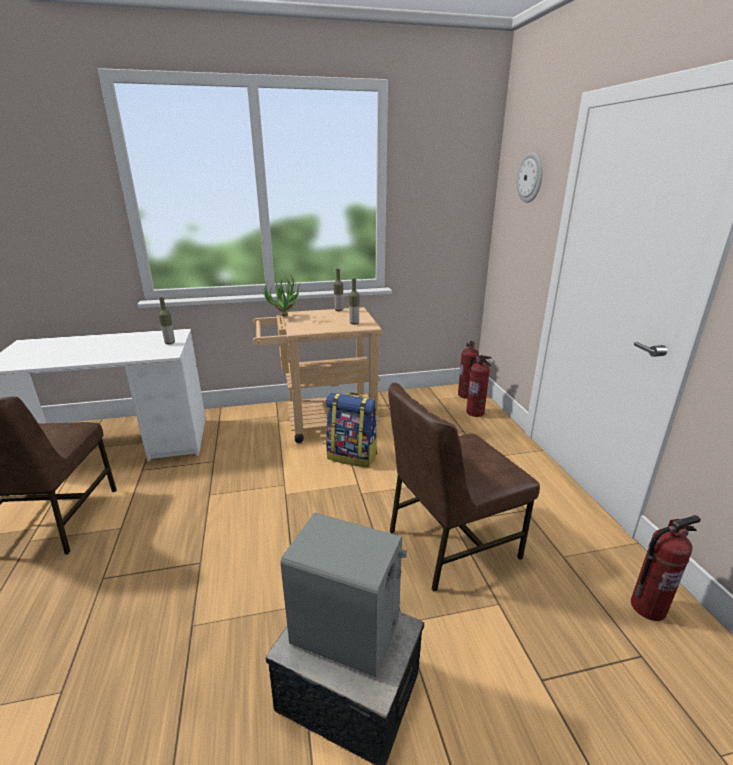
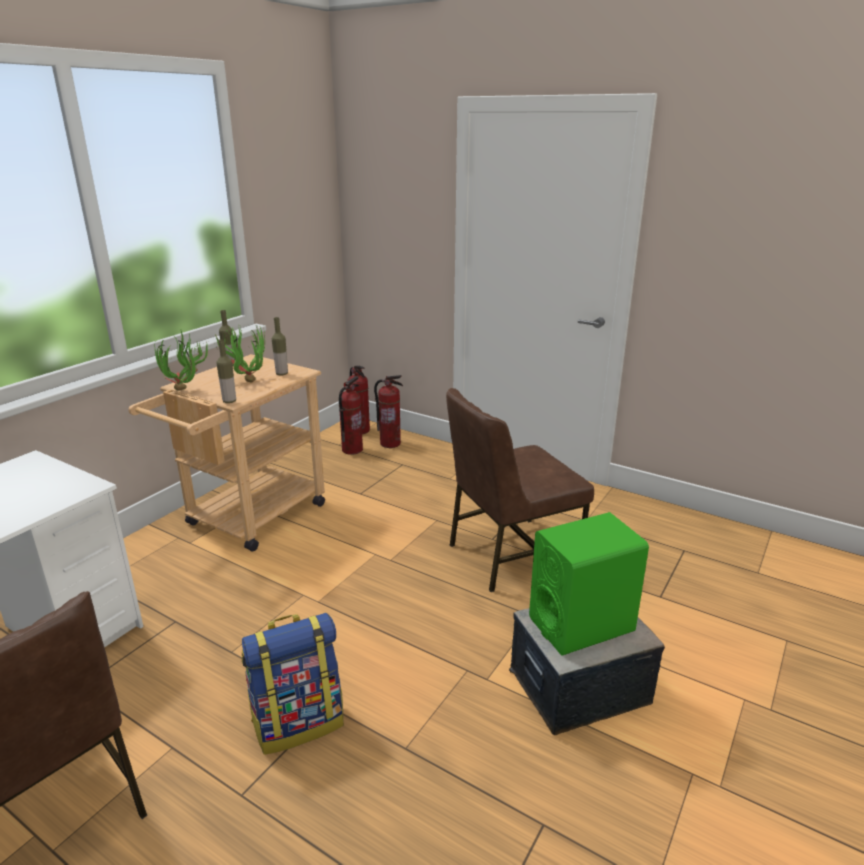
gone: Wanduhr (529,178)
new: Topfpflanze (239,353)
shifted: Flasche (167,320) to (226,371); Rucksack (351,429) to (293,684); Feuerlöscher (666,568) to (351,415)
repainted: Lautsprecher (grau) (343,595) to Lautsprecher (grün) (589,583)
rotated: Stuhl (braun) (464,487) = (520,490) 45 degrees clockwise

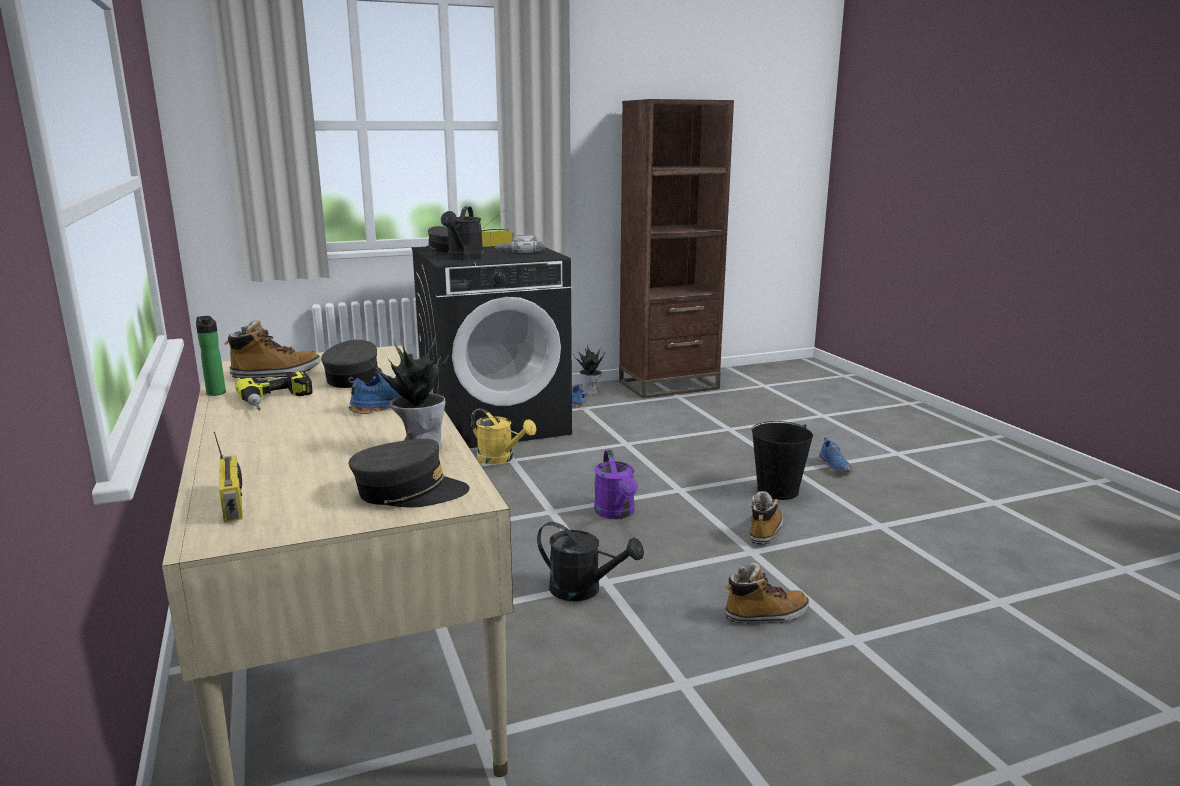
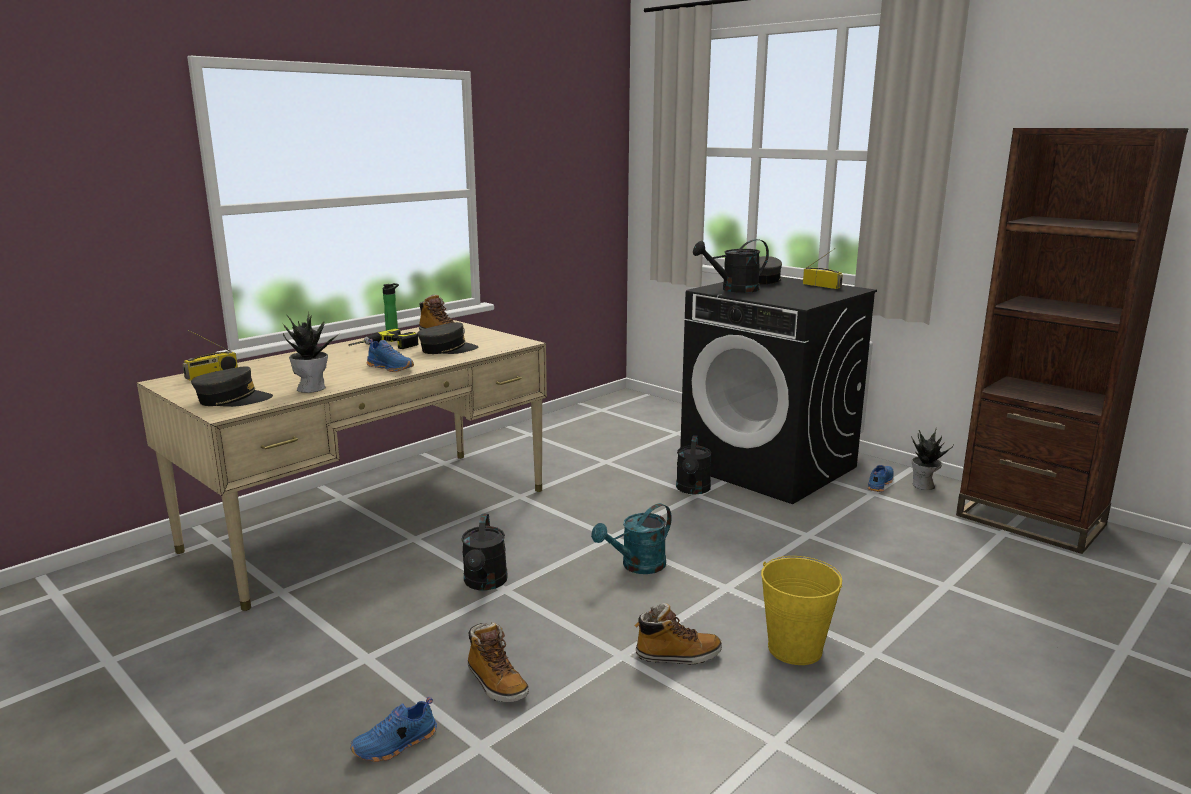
gone: Bohrmaschine (520,244)
shifted: Schuh (blau) (835,455) to (393,729)
repainted: Gießkanne (gelb) (504,436) to Gießkanne (schwarz) (693,464); Eimer (schwarz) (782,460) to Eimer (gelb) (801,610); Gießkanne (lila) (616,484) to Gießkanne (türkis) (631,538)
rotated: Kappe (grau) (409,473) = (232,386) 75 degrees counterclockwise

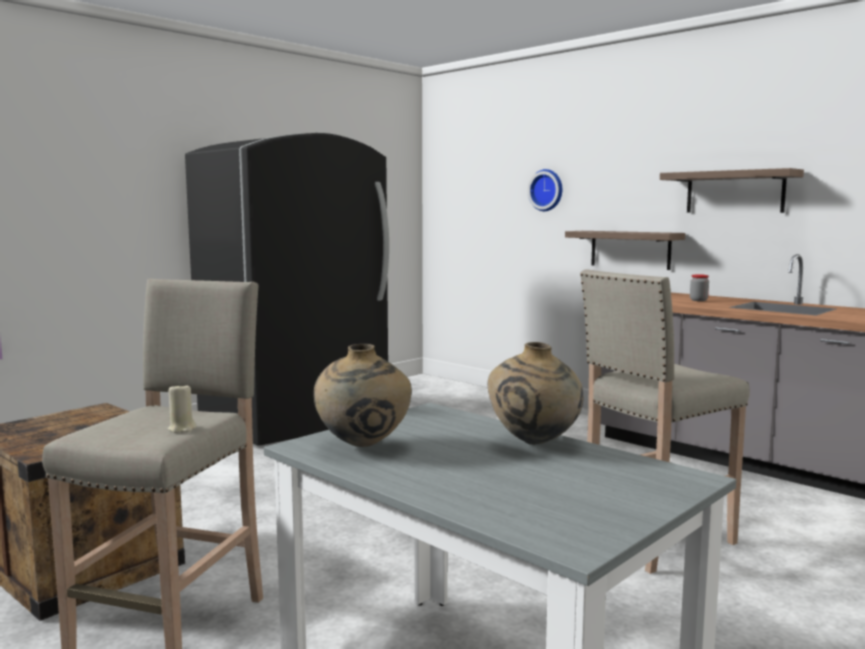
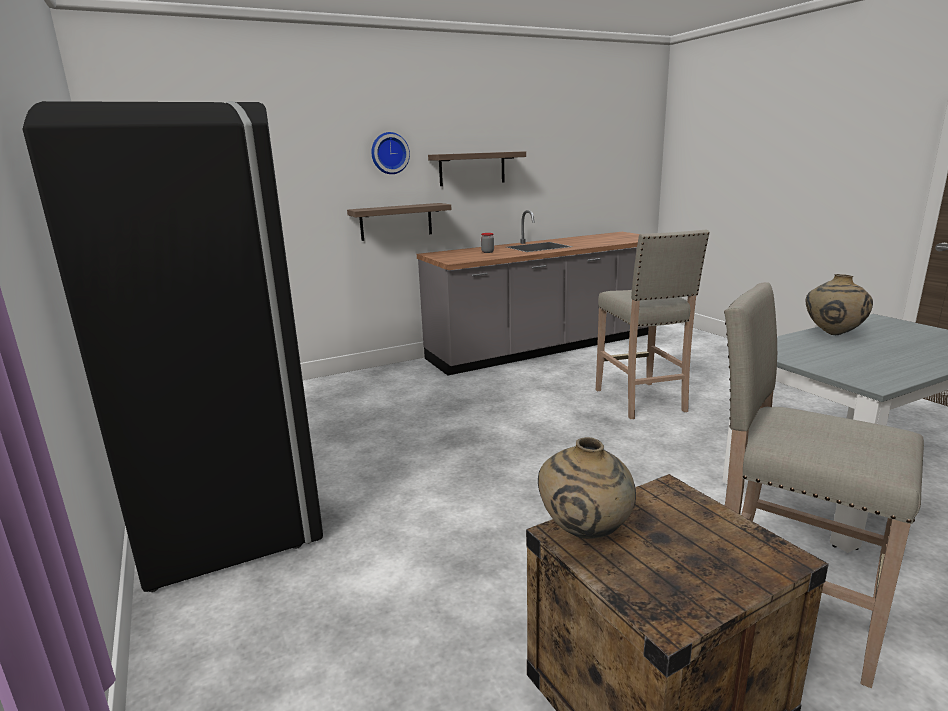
gone: Kerze (beige) (182,408)
shifted: Wanduhr (544,190) to (390,153); Vase (beige) (363,395) to (587,488)

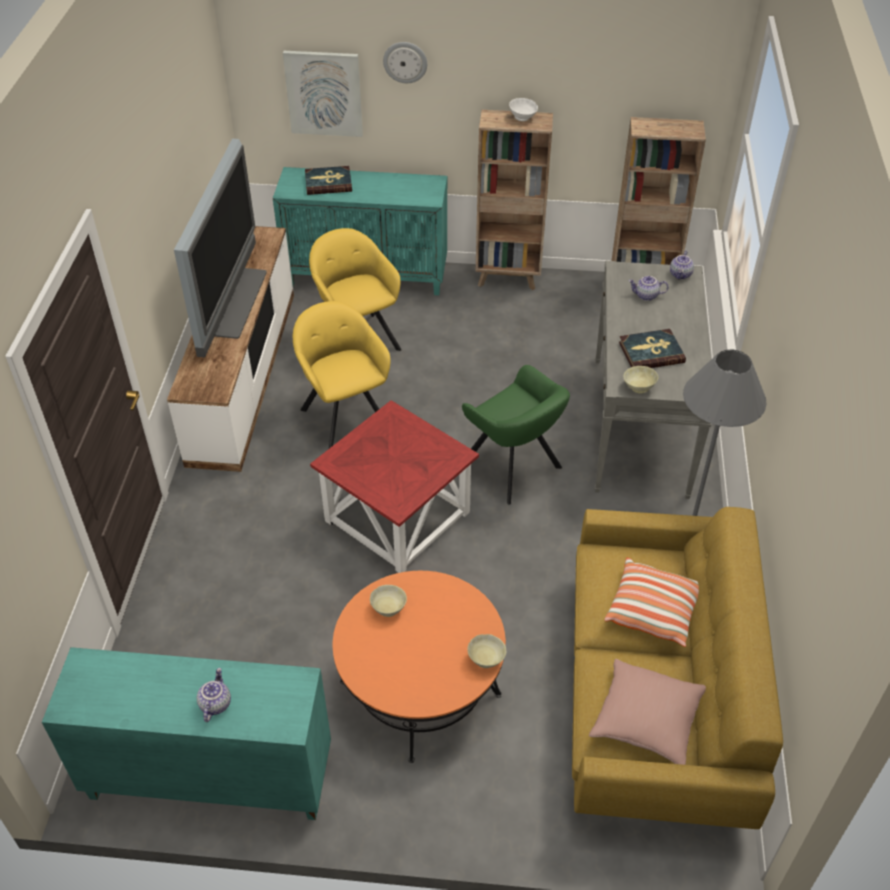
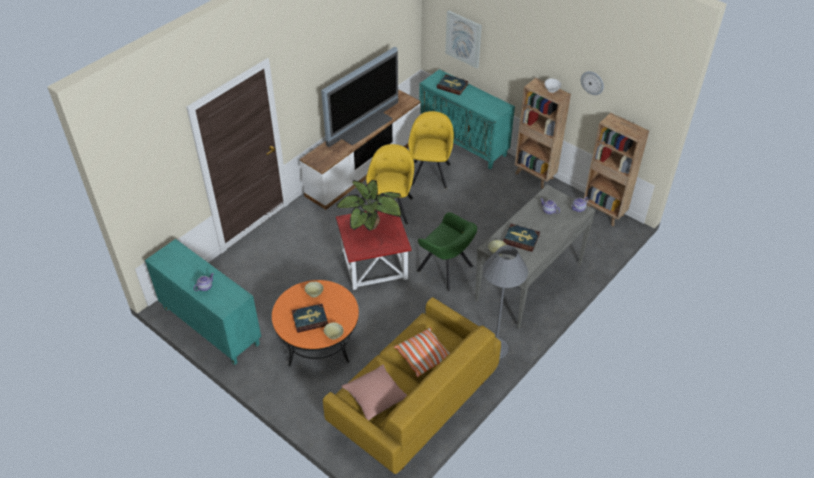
new: Topfpflanze (369,204); Buch (310,318)
shifted: Wanduhr (405,62) to (592,83)
rotated: Sessel (grün) (516,435) = (447,251) 45 degrees counterclockwise

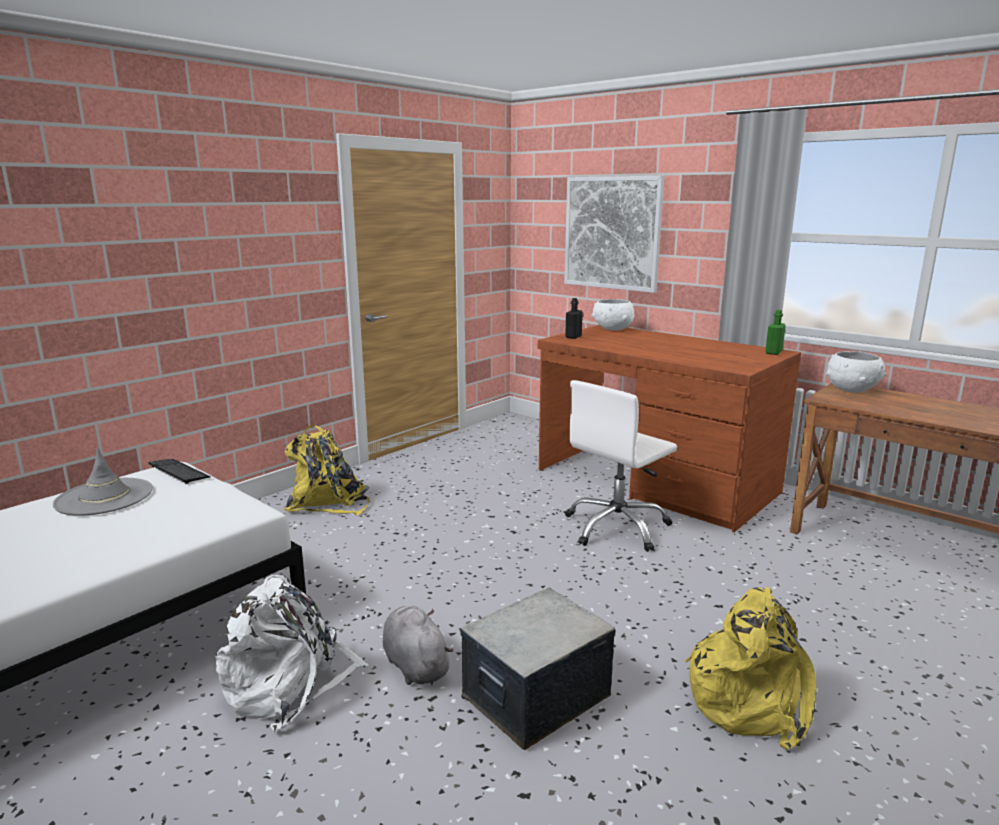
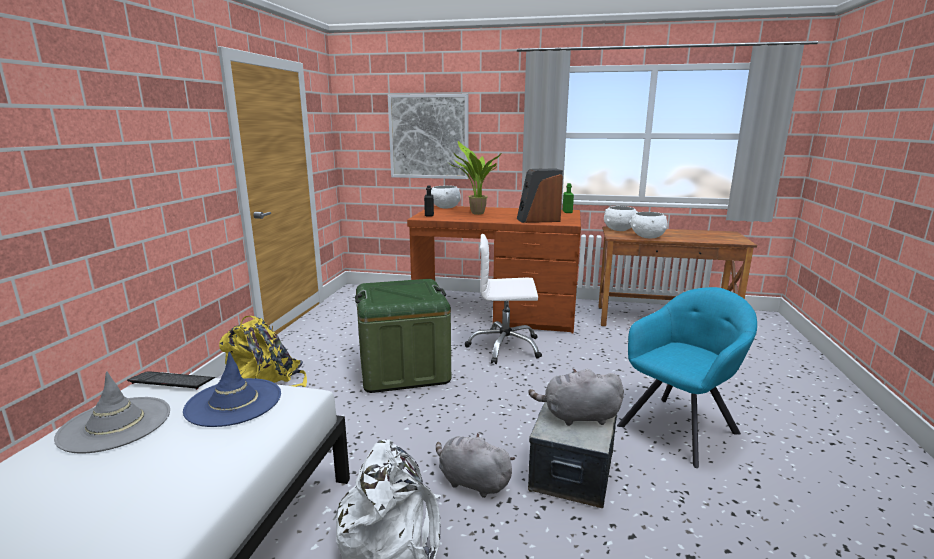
new: Topfpflanze (475,178); Lautsprecher (540,196); Schüssel (weiß) (649,225); Aufbewahrungsbox (grün) (403,336); Hut (blau) (232,389); Plüschtier (grau) (576,397)
swapped: Rucksack (gelb) (750,668) to Sessel (türkis) (687,377)
rotated: Bürostuhl (weiß) (621,466) = (503,299) 75 degrees clockwise

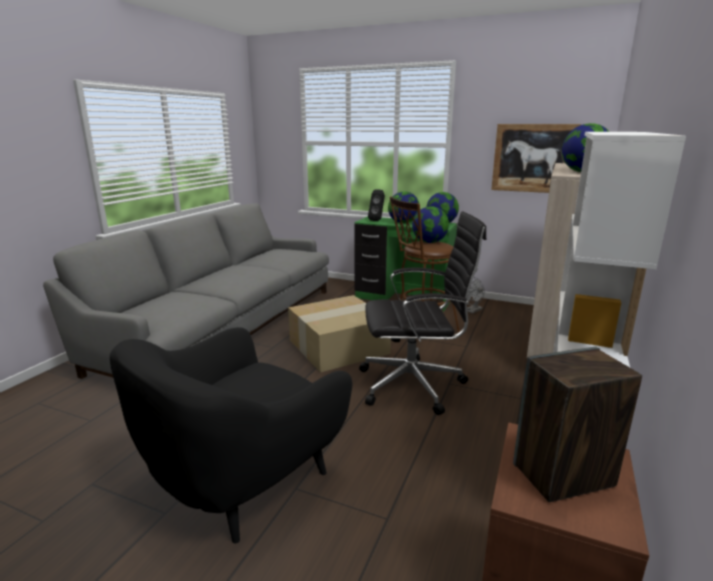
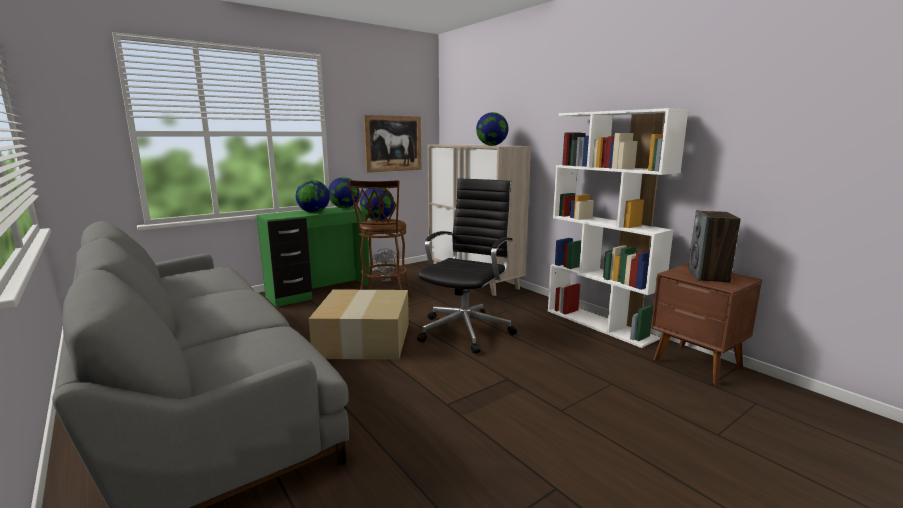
gone: Lautsprecher (schwarz) (376,205); Sessel (schwarz) (231,435)

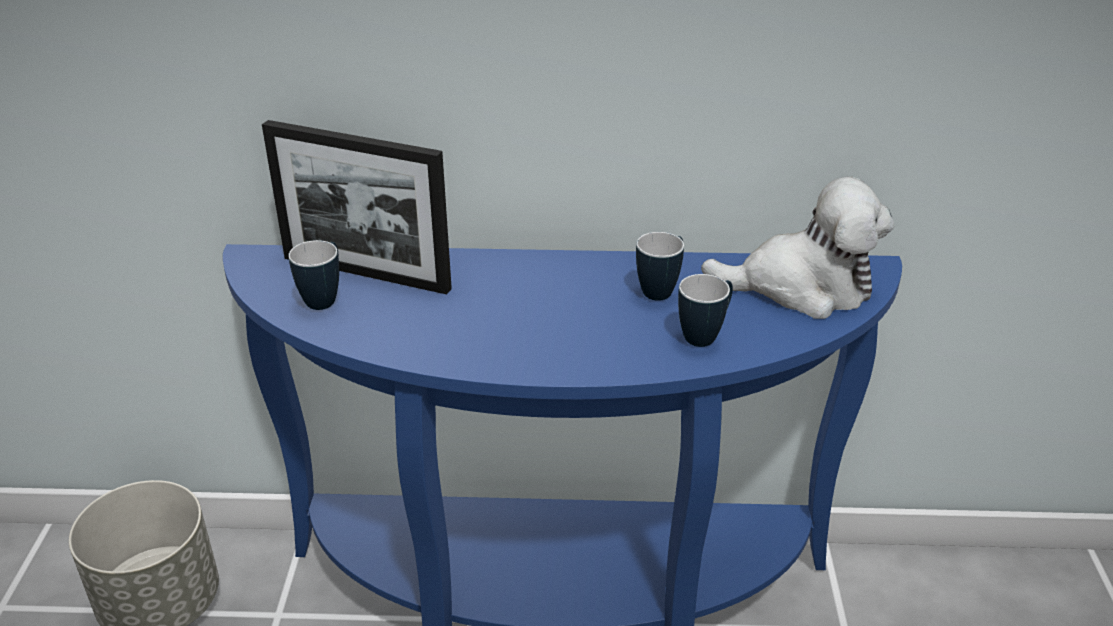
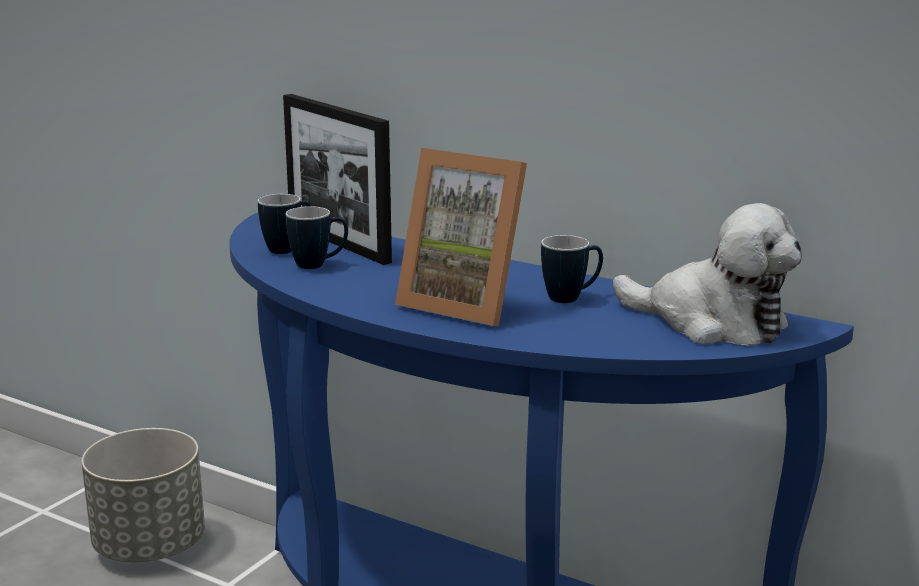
new: Bilderrahmen (461,237)
shifted: Henkelbecher (705,310) to (317,237)

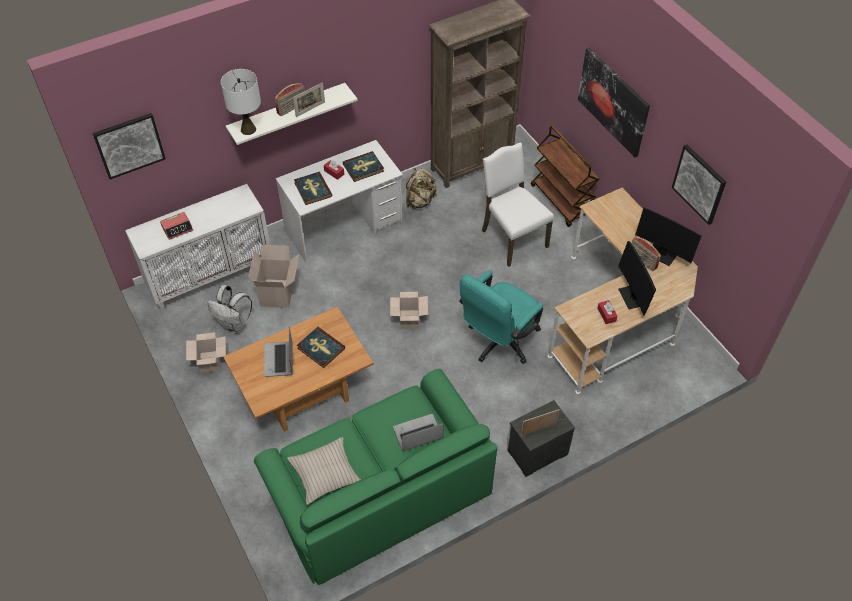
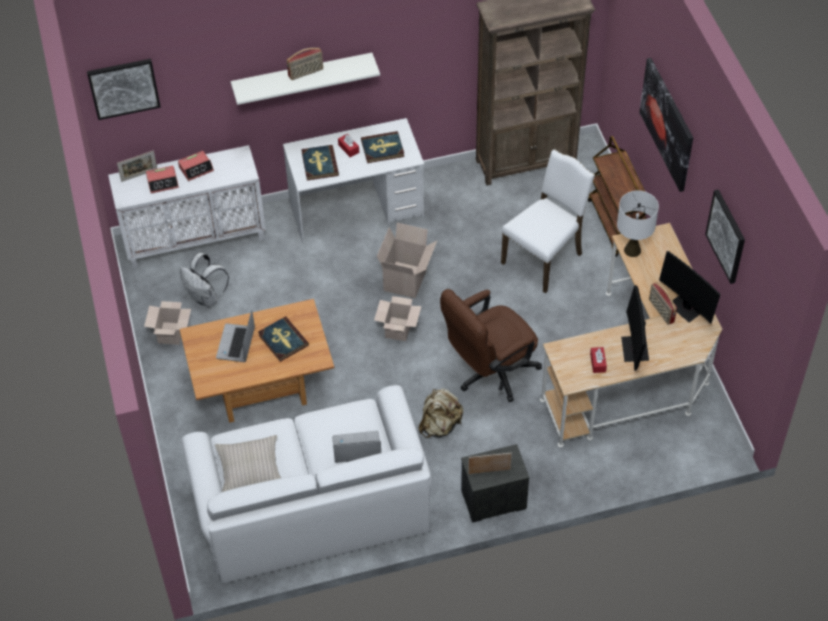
new: Wecker (196,166)
shifted: Tischlampe (weiß) (241,102) to (638,224); Bilderrahmen (309,99) to (137,166); Rucksack (beige) (421,189) to (440,413); Karton (274,276) to (407,260)
repainted: Bürostuhl (türkis) (501,317) to Bürostuhl (braun) (491,345); Sofa (grün) (376,477) to Sofa (weiß) (306,484)
rotated: Stuhl (weiß) (518,205) = (548,221) 60 degrees clockwise

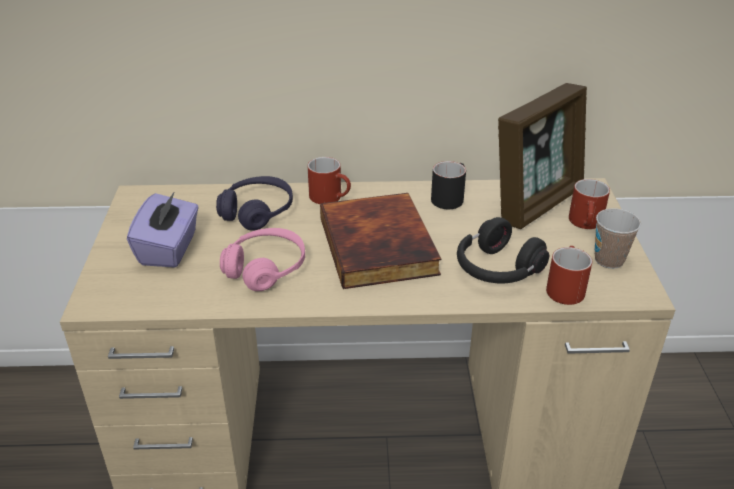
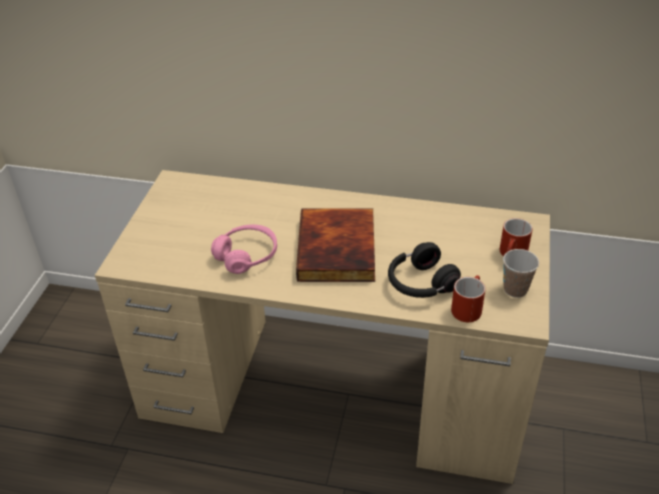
gone: Bilderrahmen (542,156); Henkelbecher (rot) (329,180); Henkelbecher (schwarz) (448,185); Kopfhörer (lila) (254,203); Taschentuchbox (lila) (163,229)

